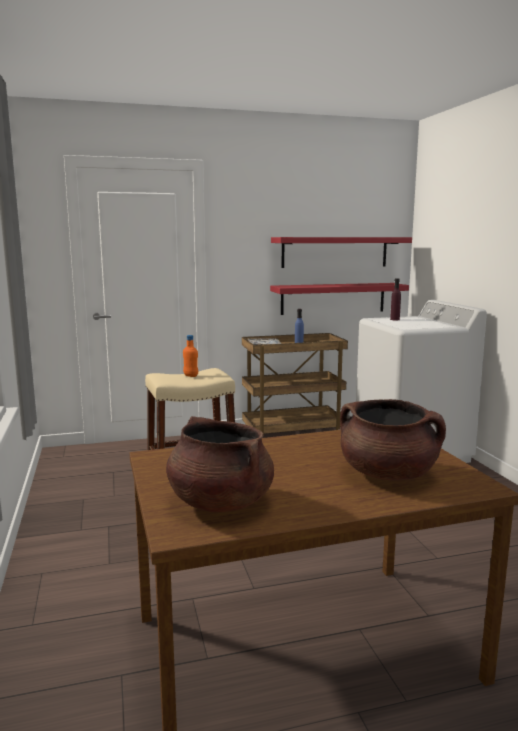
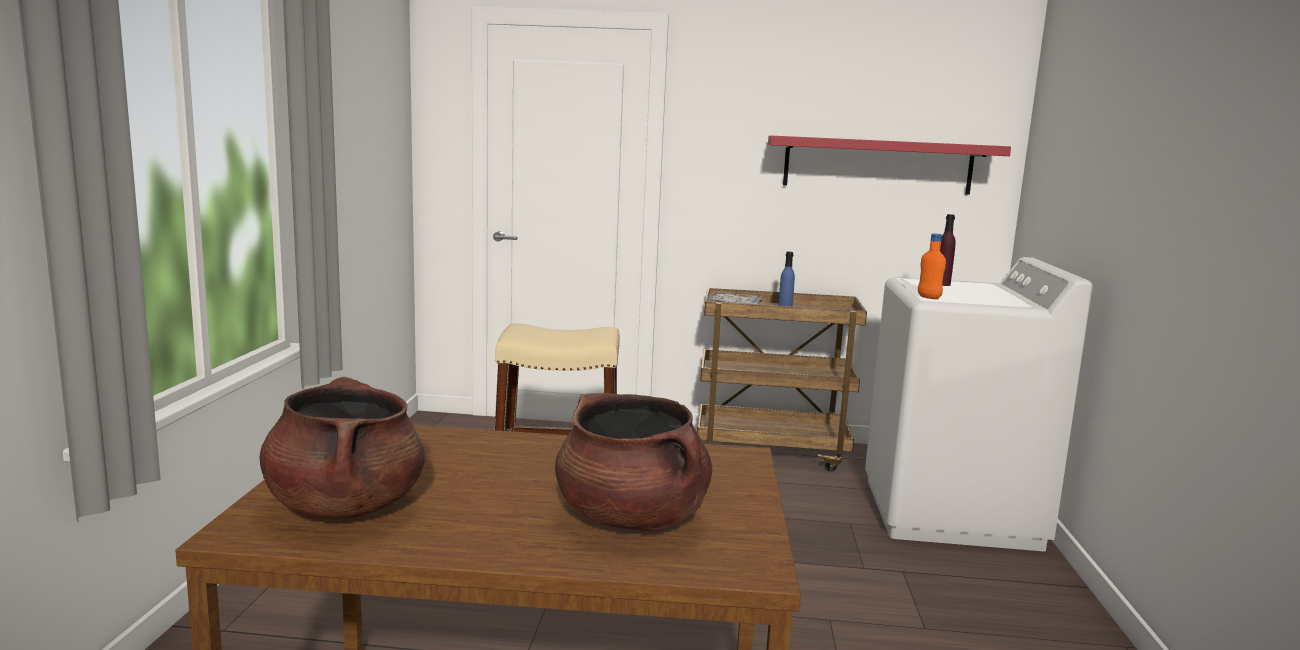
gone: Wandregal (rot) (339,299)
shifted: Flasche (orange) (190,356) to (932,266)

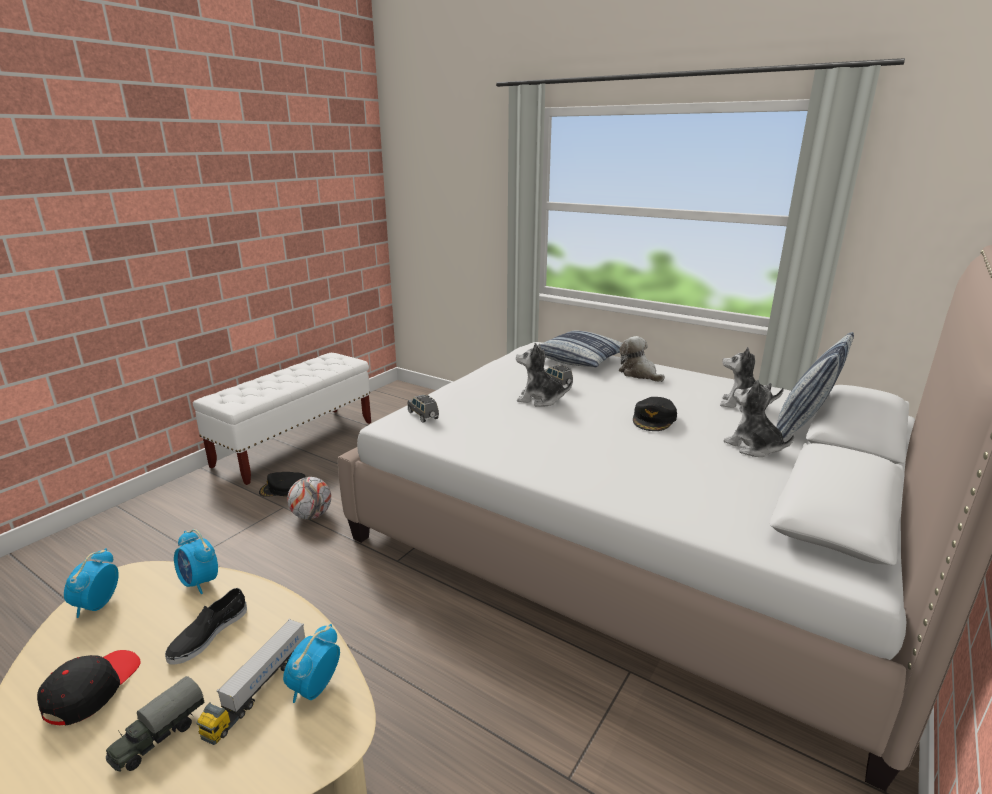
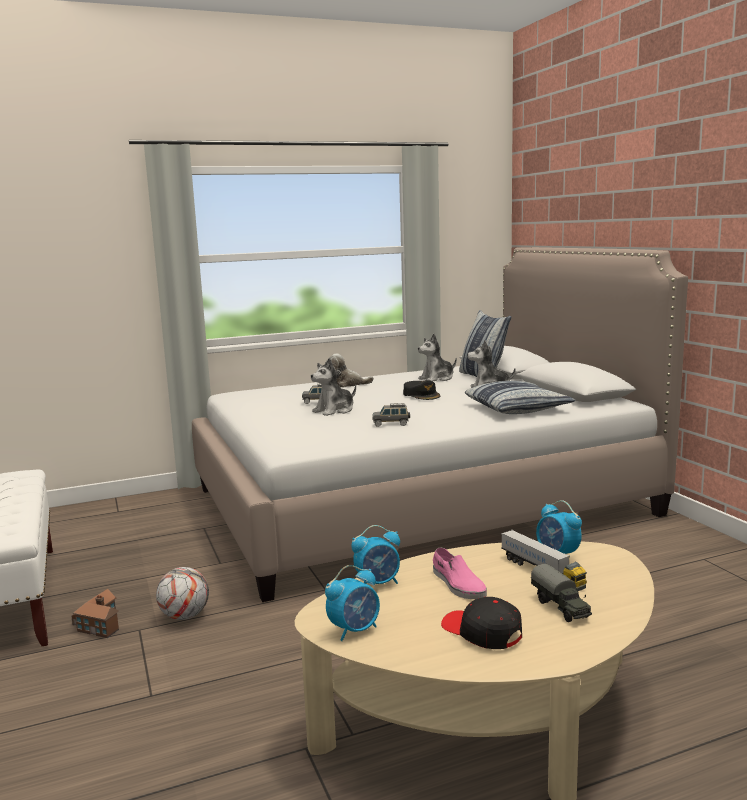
shifted: Kissen (579,348) to (520,397); Spielzeugauto (grau) (423,408) to (391,415)
swapped: Kappe (schwarz) (282,484) to Spielzeughaus (95,613)
repainted: Schuh (schwarz) (206,626) to Schuh (rosa) (460,573)
rotated: Wecker (91,583) = (352,603) 75 degrees counterclockwise

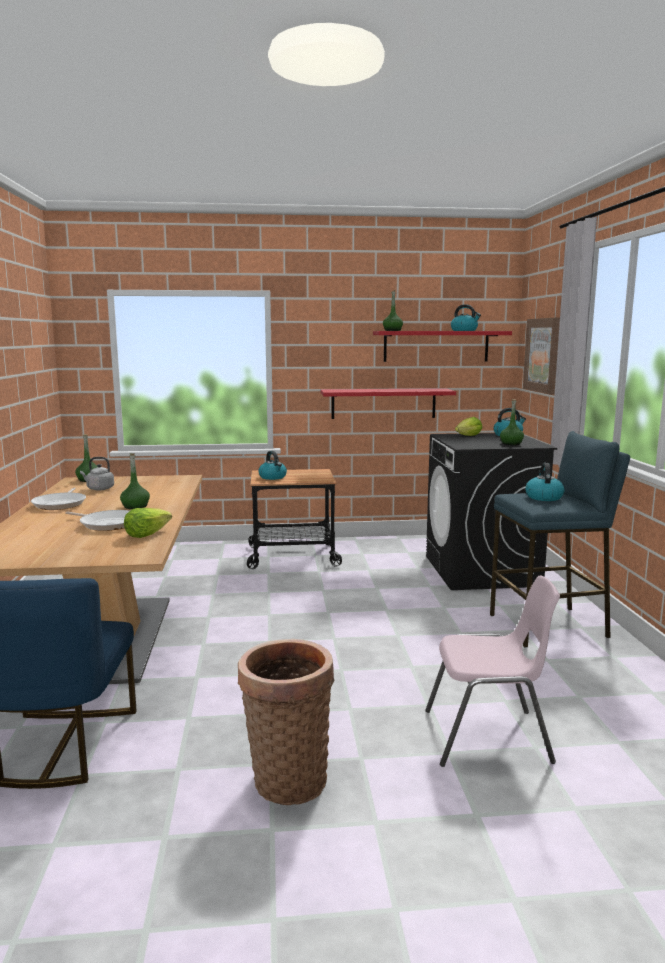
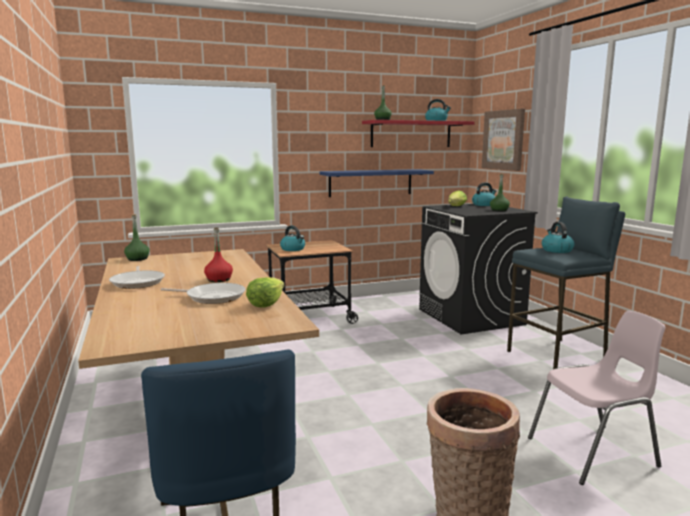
gone: Wasserkessel (grau) (97,474)
repainted: Wandregal (rot) (388,403) to Wandregal (blau) (376,183); Flasche (grün) (135,481) to Flasche (rot) (218,254)

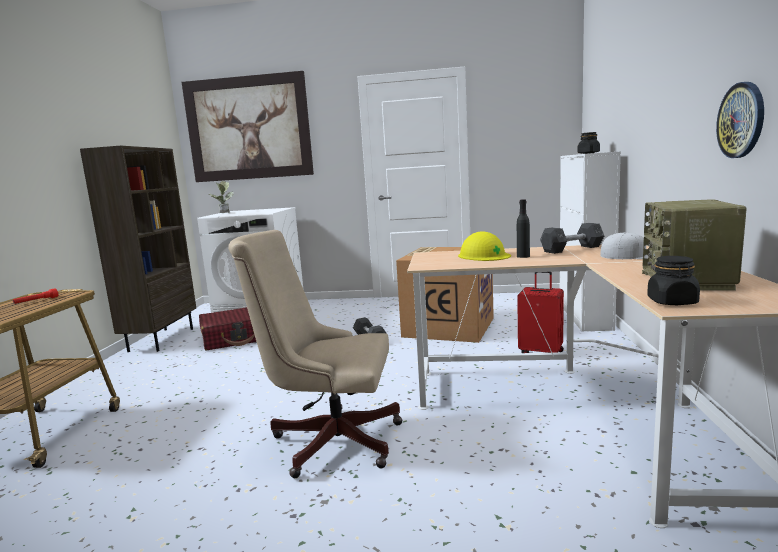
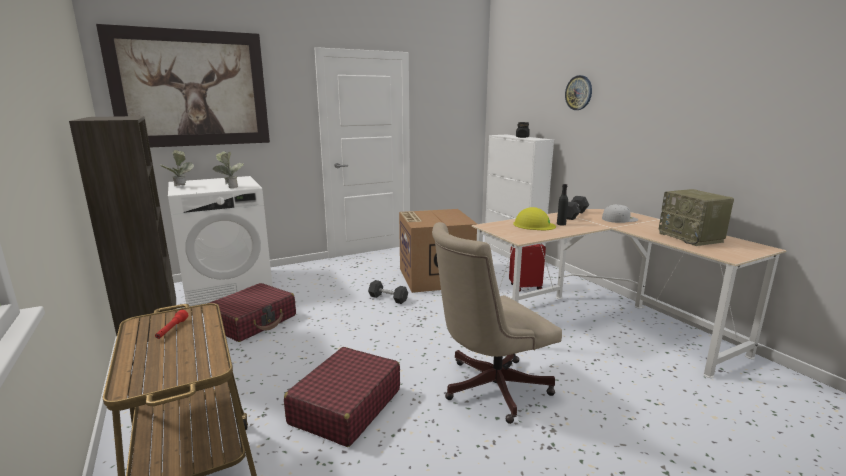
gone: Vorratsglas (schwarz) (673,280)
new: Topfpflanze (228,169); Koffer (rot) (342,397)
shifted: Wanduhr (740,120) to (578,92)

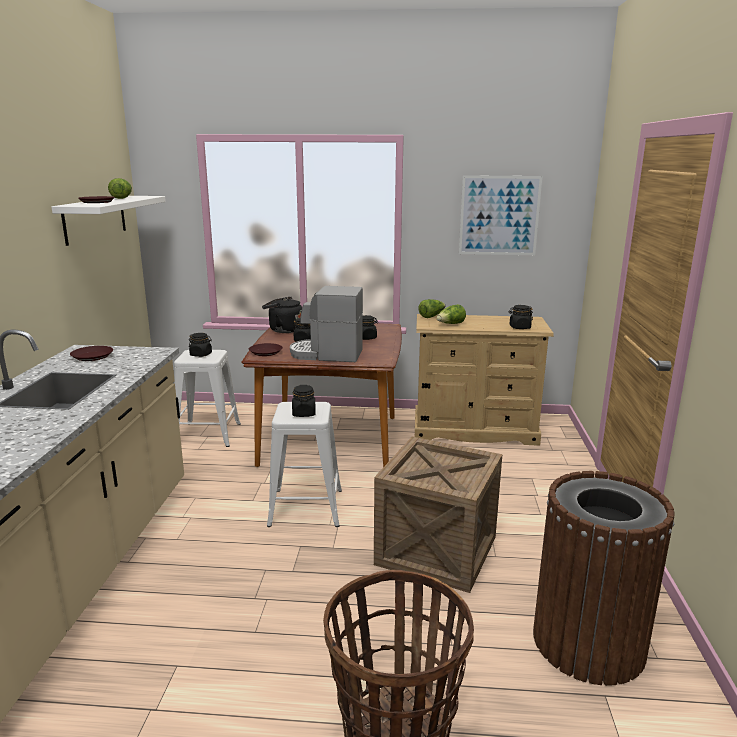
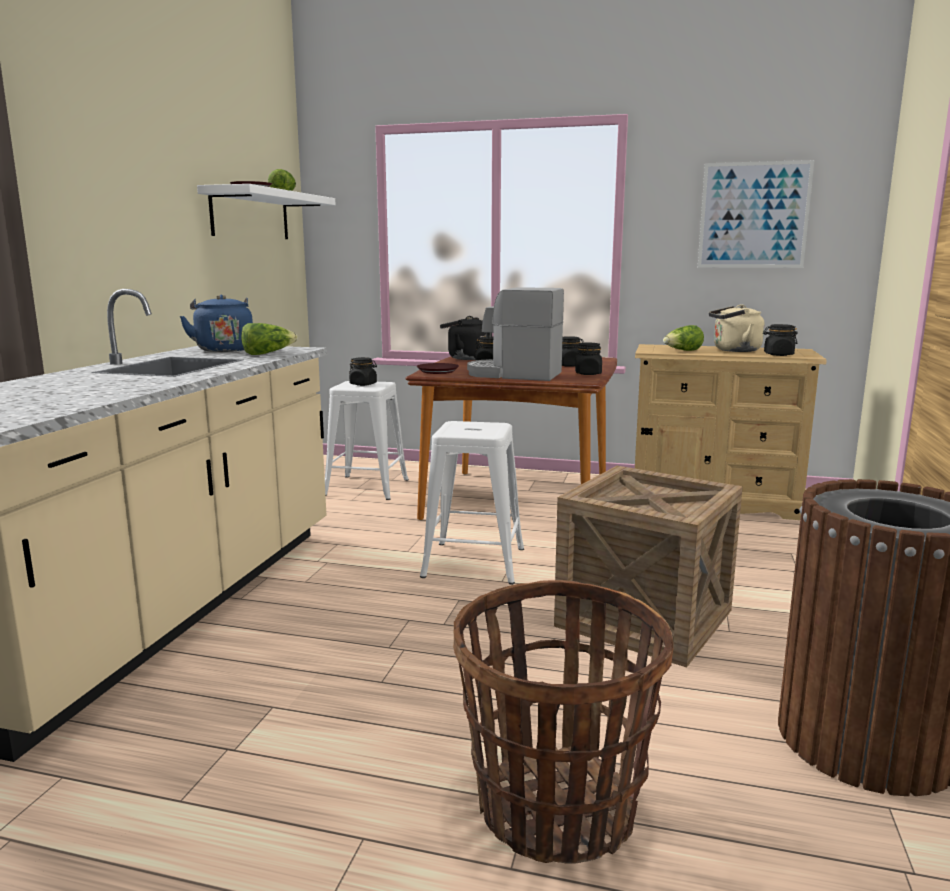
new: Wasserkessel (beige) (736,328)
shifted: Salatkopf (432,308) to (269,339); Vorratsglas (schwarz) (304,401) to (588,359)
swapped: Teller (braun) (91,353) to Wasserkessel (blau) (216,323)

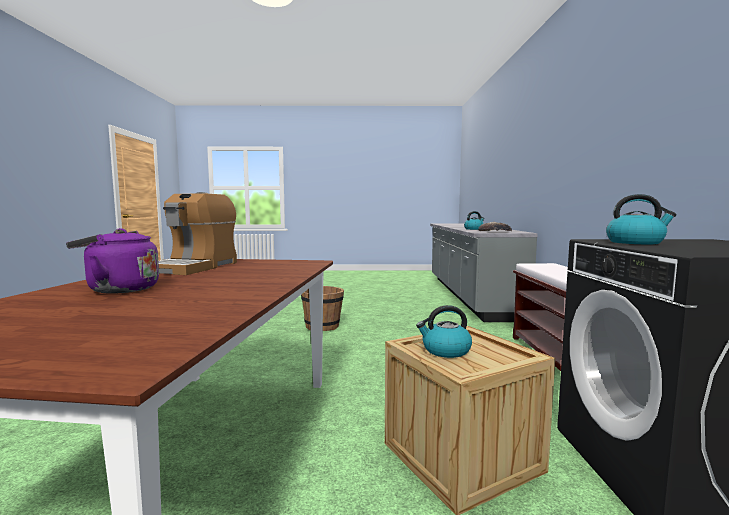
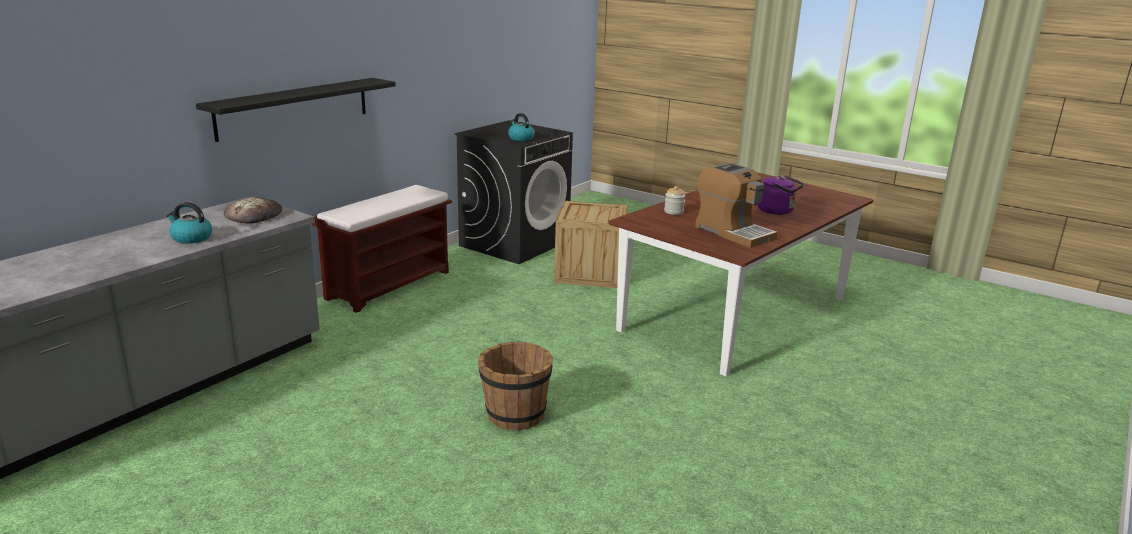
gone: Wasserkessel (444,331)
new: Wandregal (schwarz) (296,110); Vorratsglas (674,200)
rotated: Kaffeemaschine (197,233) = (736,205) 90 degrees clockwise

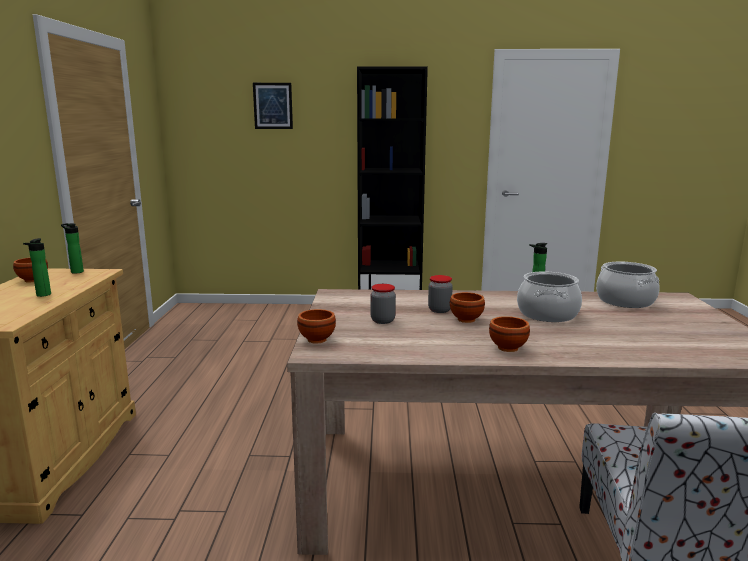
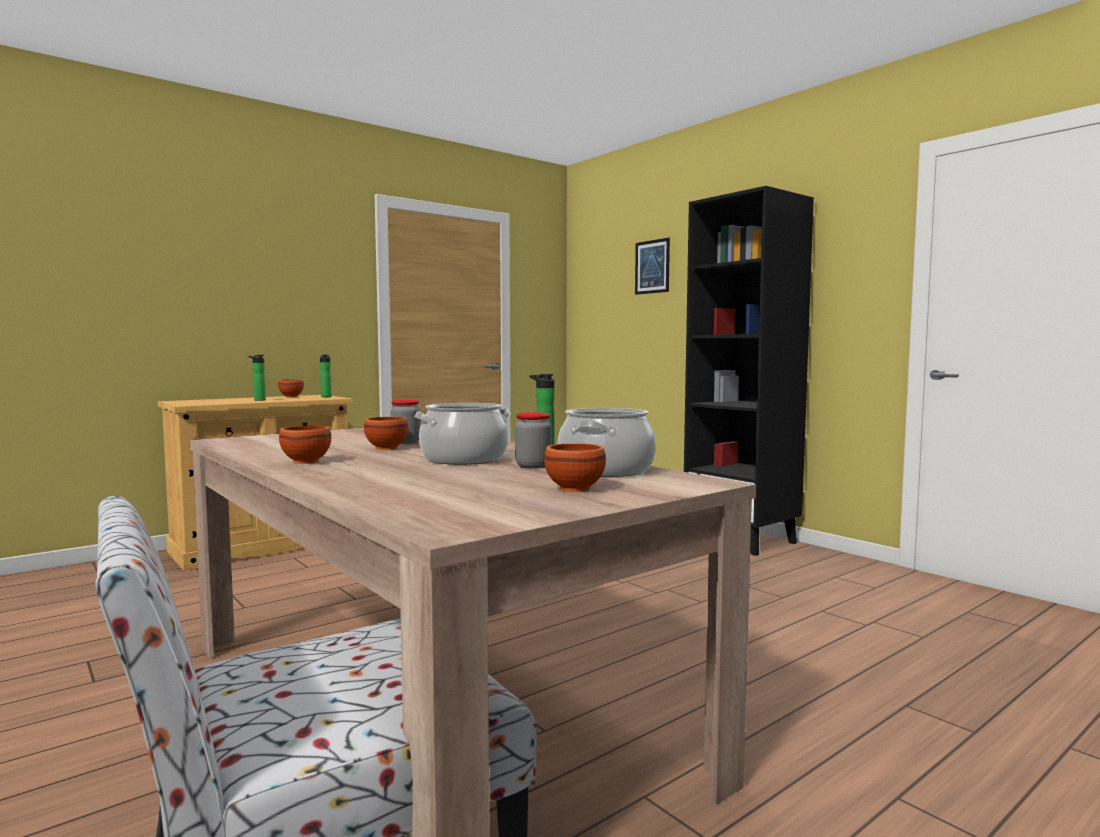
shifted: Vorratsglas (383,304) to (533,440); Schüssel (braun) (316,326) to (575,468)

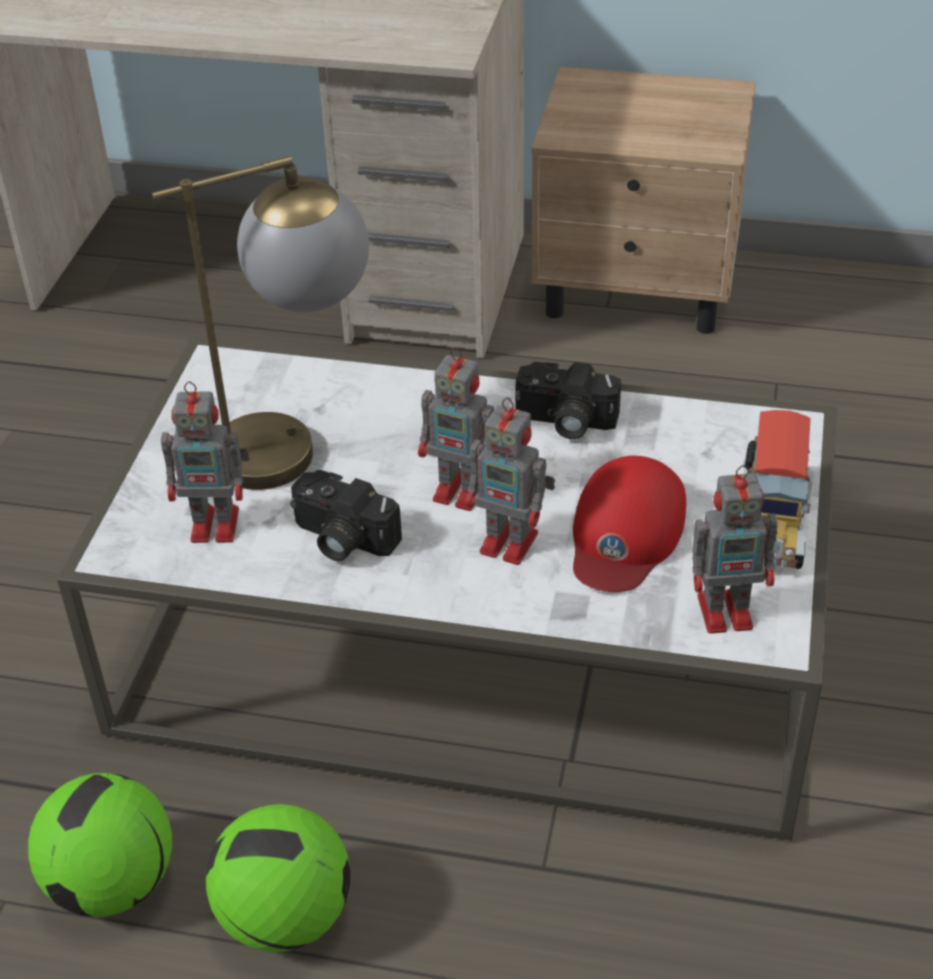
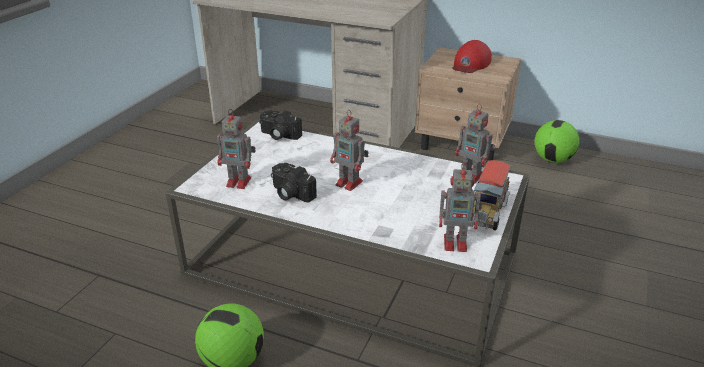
gone: Tischlampe (260,323)
shifted: Kamera (568,400) to (280,125); Spielzeugroboter (510,481) to (475,144); Kappe (rot) (629,524) to (472,56); Fußball (100,845) to (557,141)

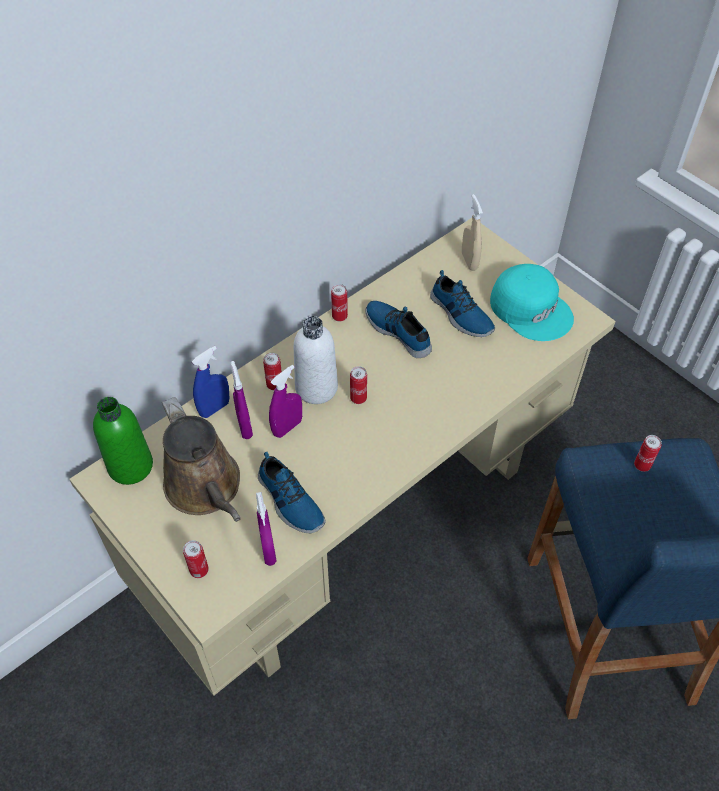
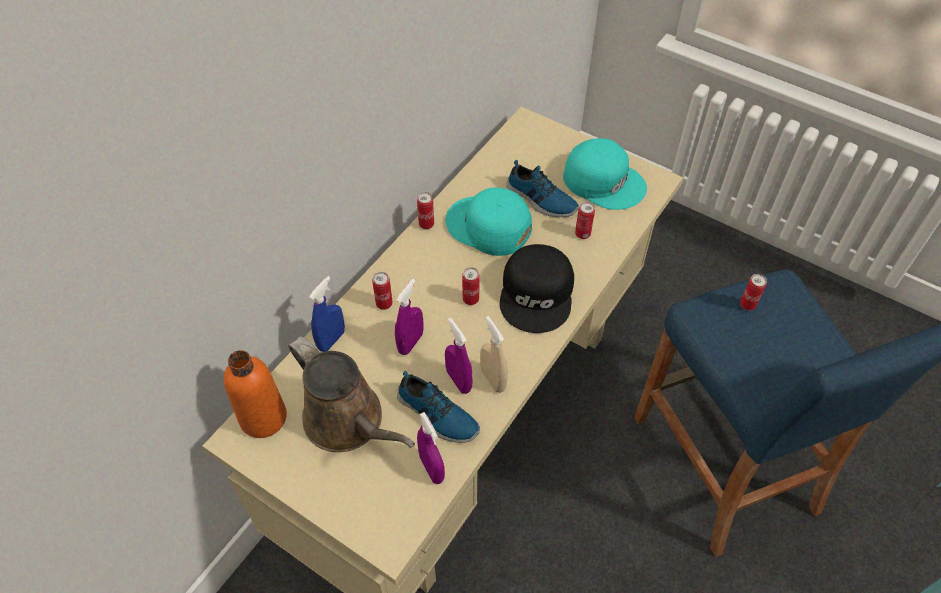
gone: Flasche (weiß) (316,360)
new: Kappe (schwarz) (537,288)
shifted: Sprühflasche (beige) (472,232) to (494,354); Sprühflasche (lila) (242,400) to (459,355); Dose (196,559) to (585,220)
swapped: Schuh (398,329) to Kappe (türkis) (488,222)
repainted: Flasche (grün) (123,441) to Flasche (orange) (255,394)

